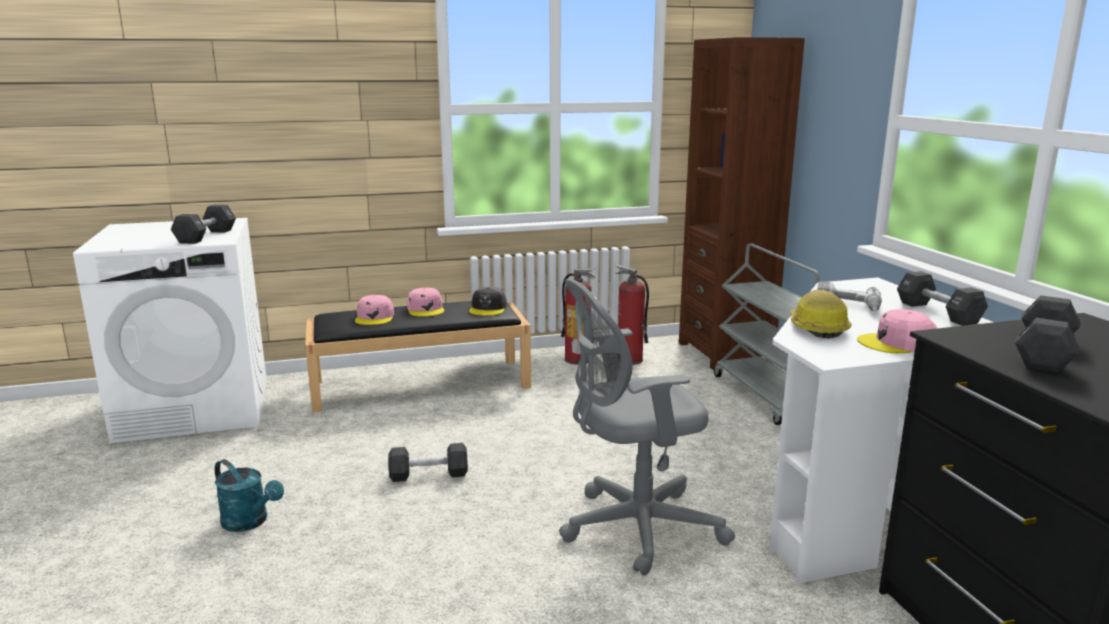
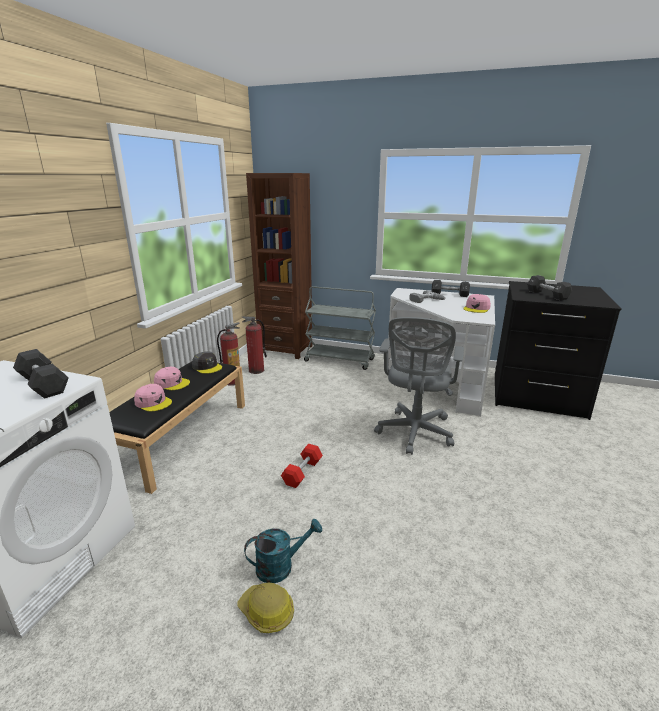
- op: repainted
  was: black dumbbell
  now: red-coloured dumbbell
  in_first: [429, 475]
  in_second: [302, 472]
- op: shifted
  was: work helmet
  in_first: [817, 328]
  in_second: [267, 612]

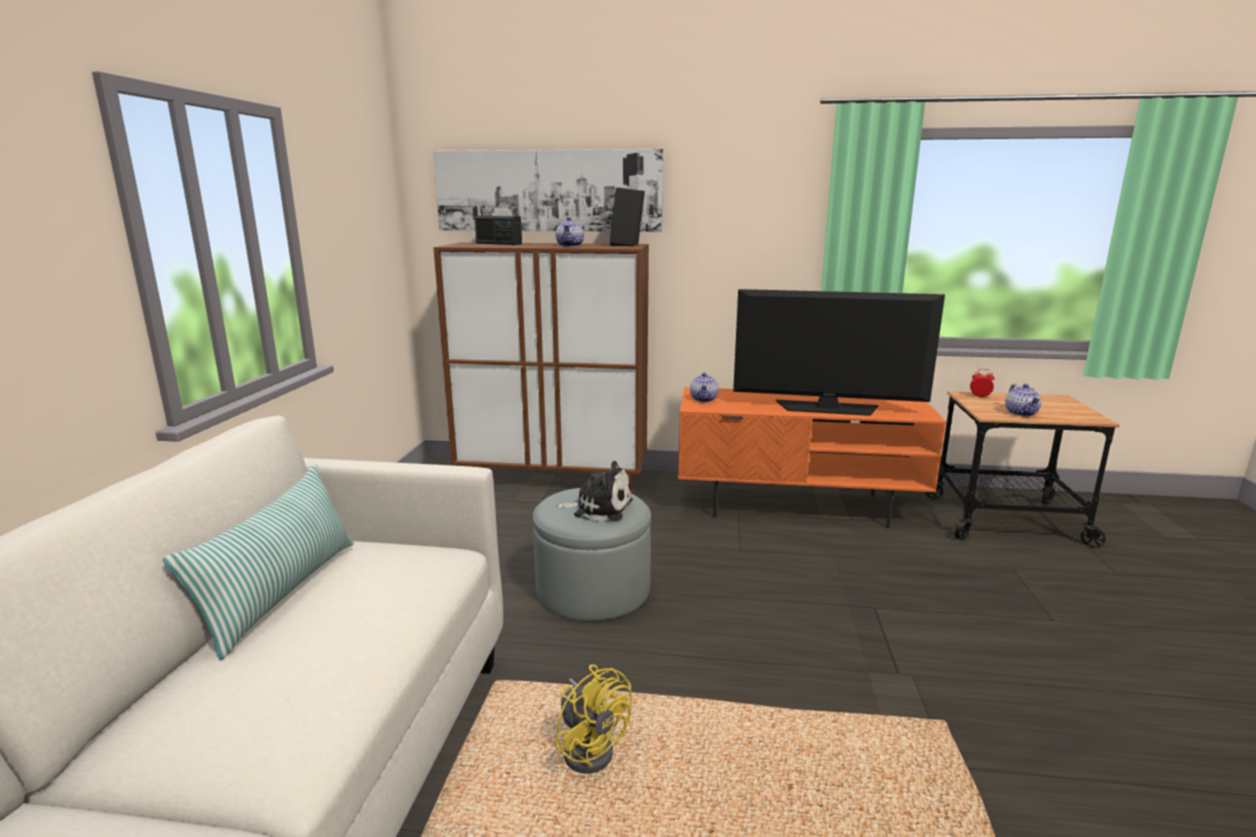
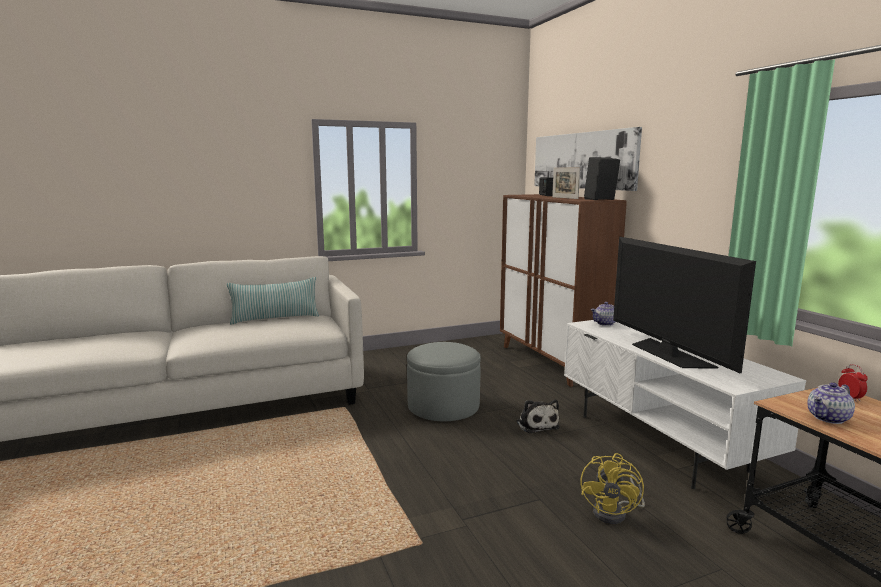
- op: shifted
  was: yellow-coloured fan
  in_first: [590, 747]
  in_second: [615, 513]
- op: swapped
  was: pot for tea
  now: standing frame
  in_first: [570, 246]
  in_second: [564, 198]
- op: shifted
  was: soft toy
  in_first: [599, 508]
  in_second: [536, 424]
- op: repainted
  was: orange-coloured media console
  now: white media console
  in_first: [797, 505]
  in_second: [660, 442]

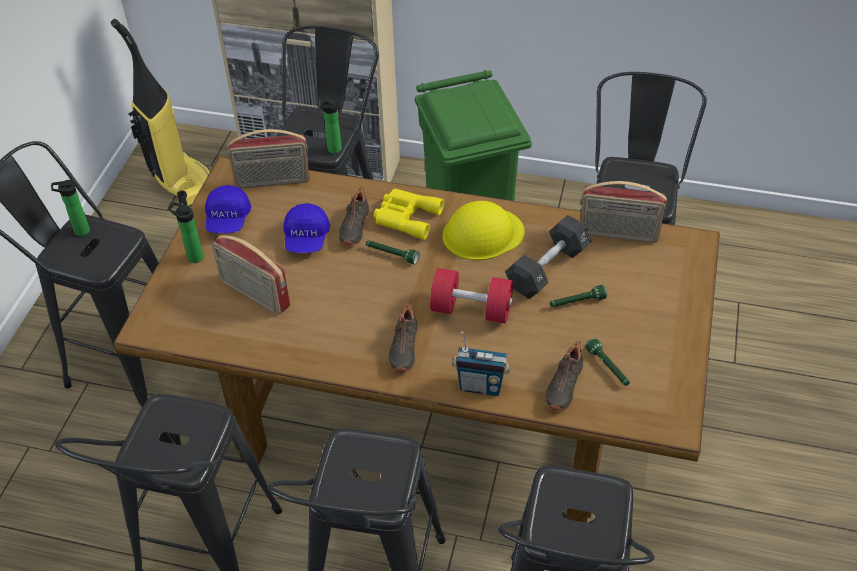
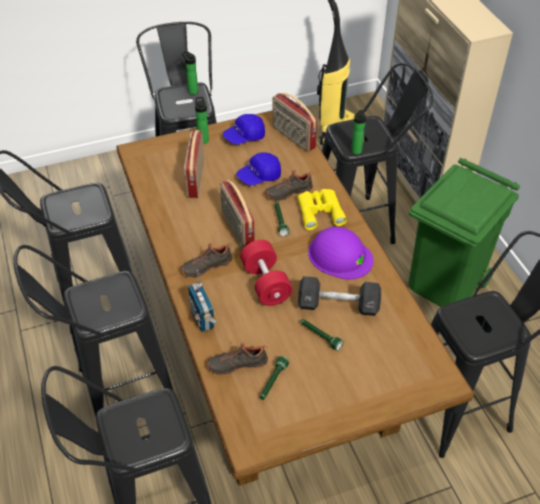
- op: repainted
  was: yellow-coloured work helmet
  now: purple-coloured work helmet
  in_first: [482, 234]
  in_second: [340, 255]
- op: shifted
  was: radio set
  in_first: [618, 234]
  in_second: [237, 230]

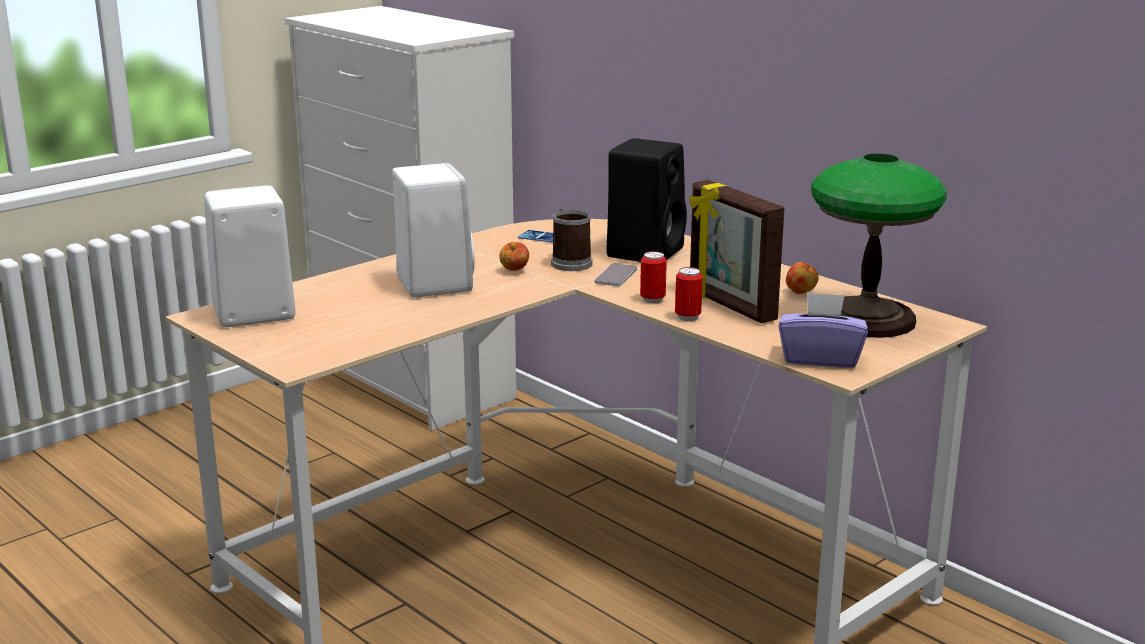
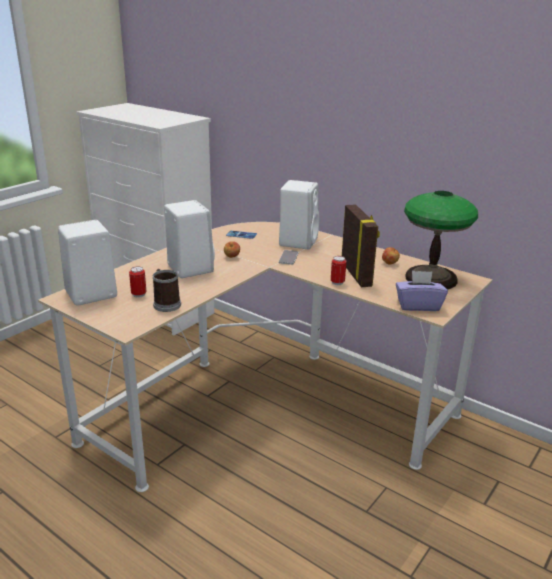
- op: shifted
  was: mug
  in_first: [569, 262]
  in_second: [166, 303]
- op: repainted
  was: black loudspeaker
  now: white loudspeaker
  in_first: [645, 251]
  in_second: [298, 241]
- op: shifted
  was: metal can
  in_first: [652, 299]
  in_second: [139, 294]
- op: rotated
  was: standing frame
  in_first: [730, 306]
  in_second: [357, 274]
  clockwise: -150

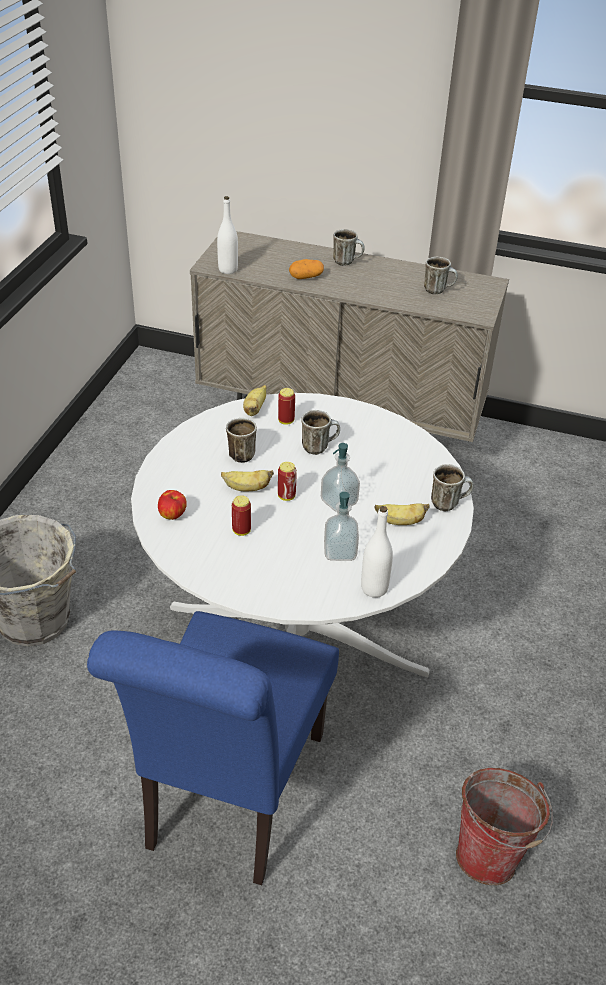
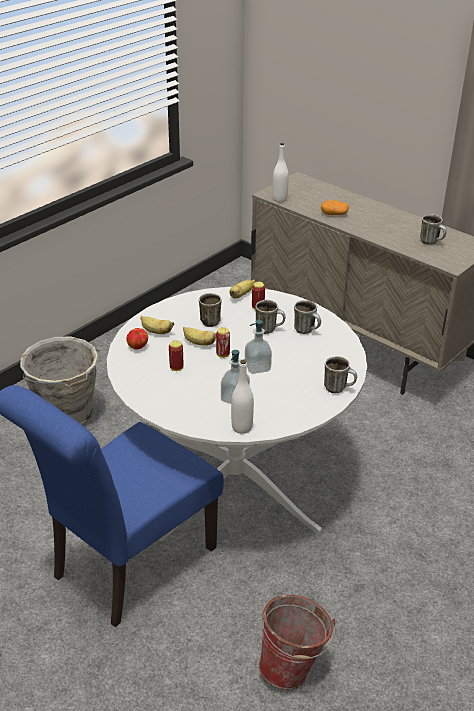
- op: shifted
  was: mug
  in_first: [347, 262]
  in_second: [307, 330]
- op: shifted
  was: banana fruit
  in_first: [399, 522]
  in_second: [156, 332]

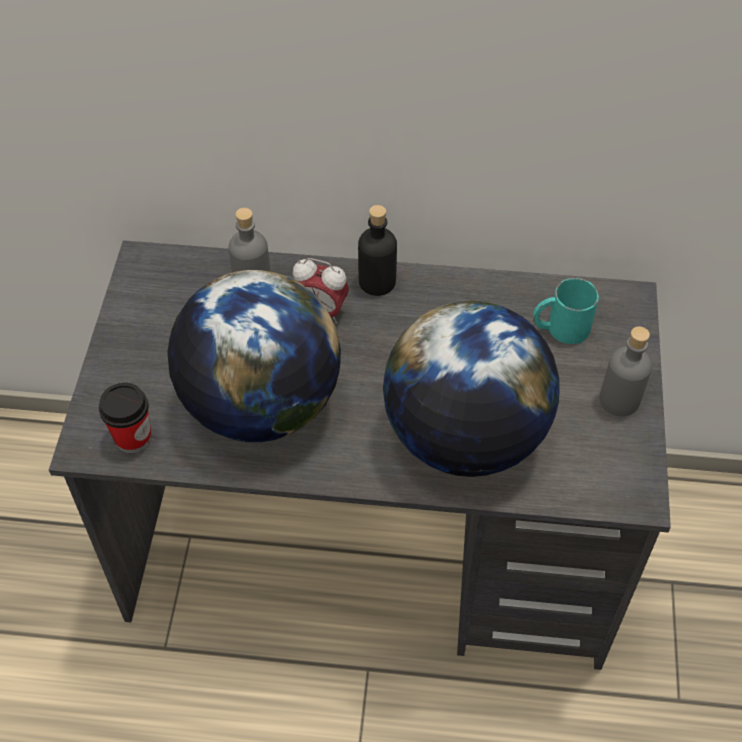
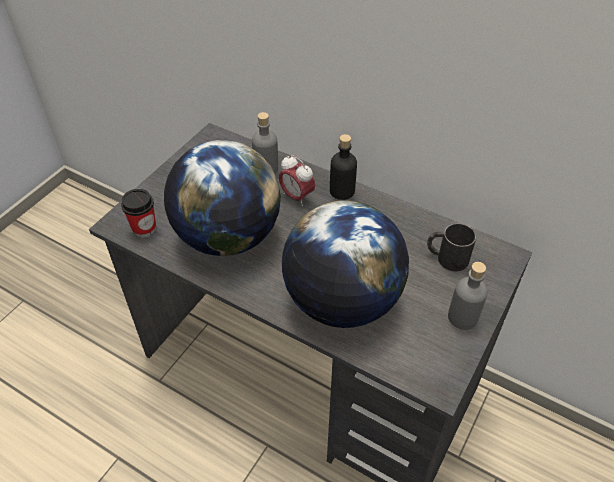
- op: repainted
  was: turquoise mug
  now: black mug
  in_first: [560, 328]
  in_second: [446, 257]

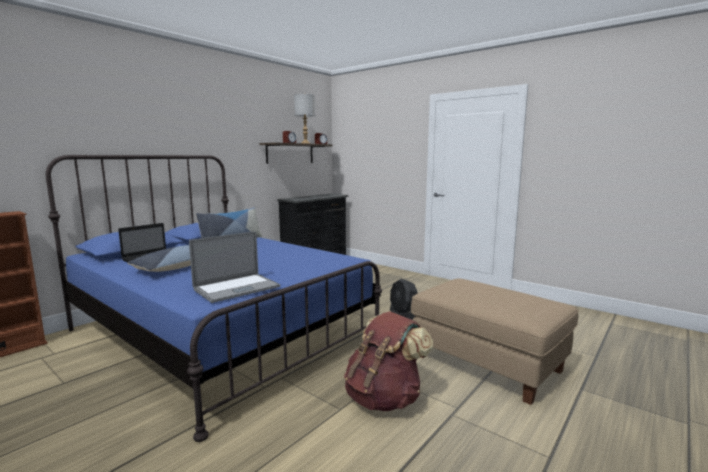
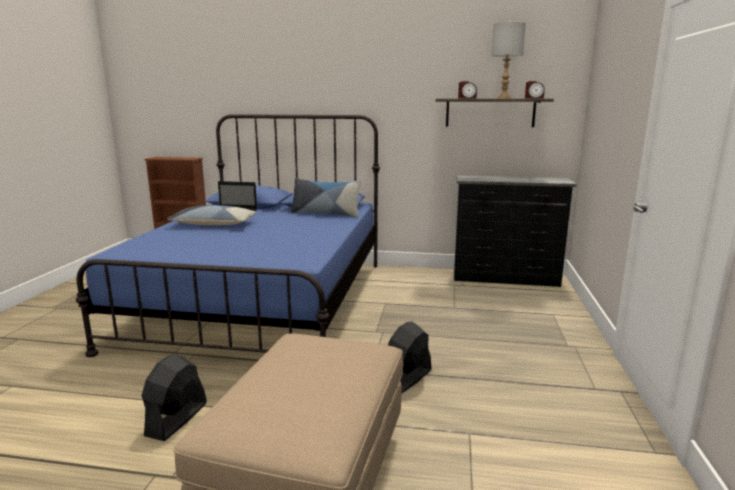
- op: gone
  was: laptop
  in_first: [236, 288]
- op: swapped
  was: brown backpack
  now: black fan
  in_first: [384, 398]
  in_second: [176, 419]

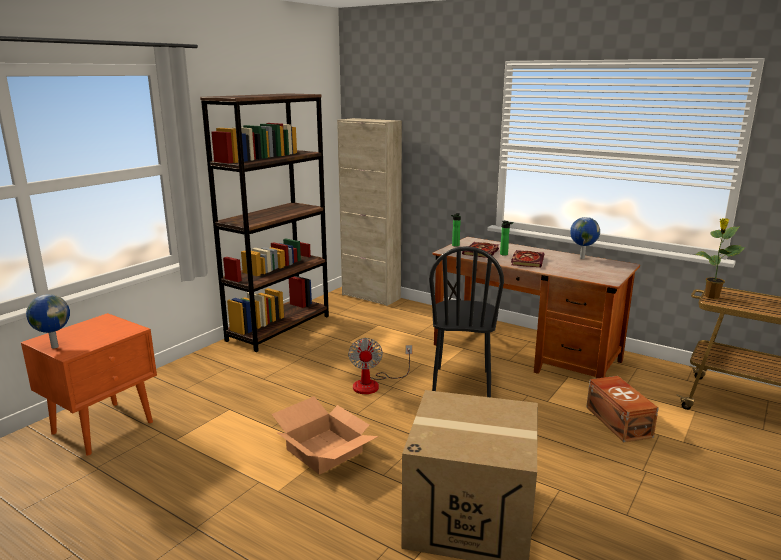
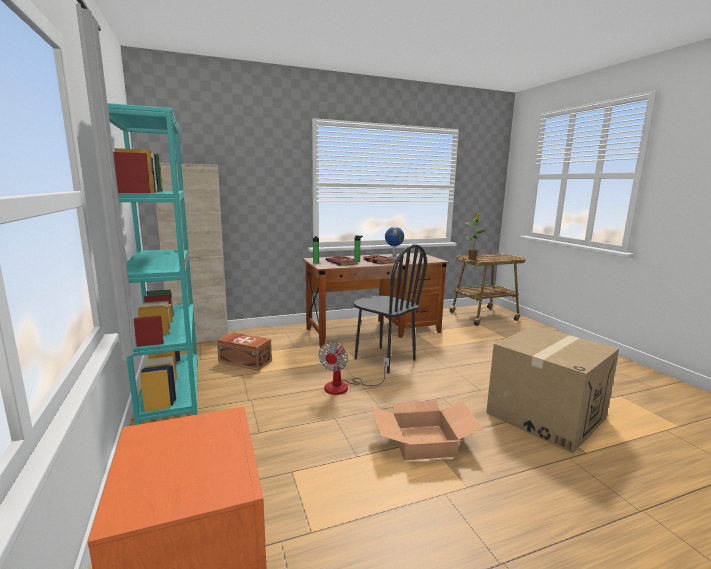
- op: gone
  was: desk globe
  in_first: [54, 347]
- op: repainted
  was: brown bookshelf
  now: turquoise bookshelf
  in_first: [279, 328]
  in_second: [171, 391]
- op: rotated
  was: fan
  in_first: [373, 384]
  in_second: [345, 387]
  clockwise: 75
- op: shifted
  was: brown storage box
  in_first: [618, 421]
  in_second: [245, 361]

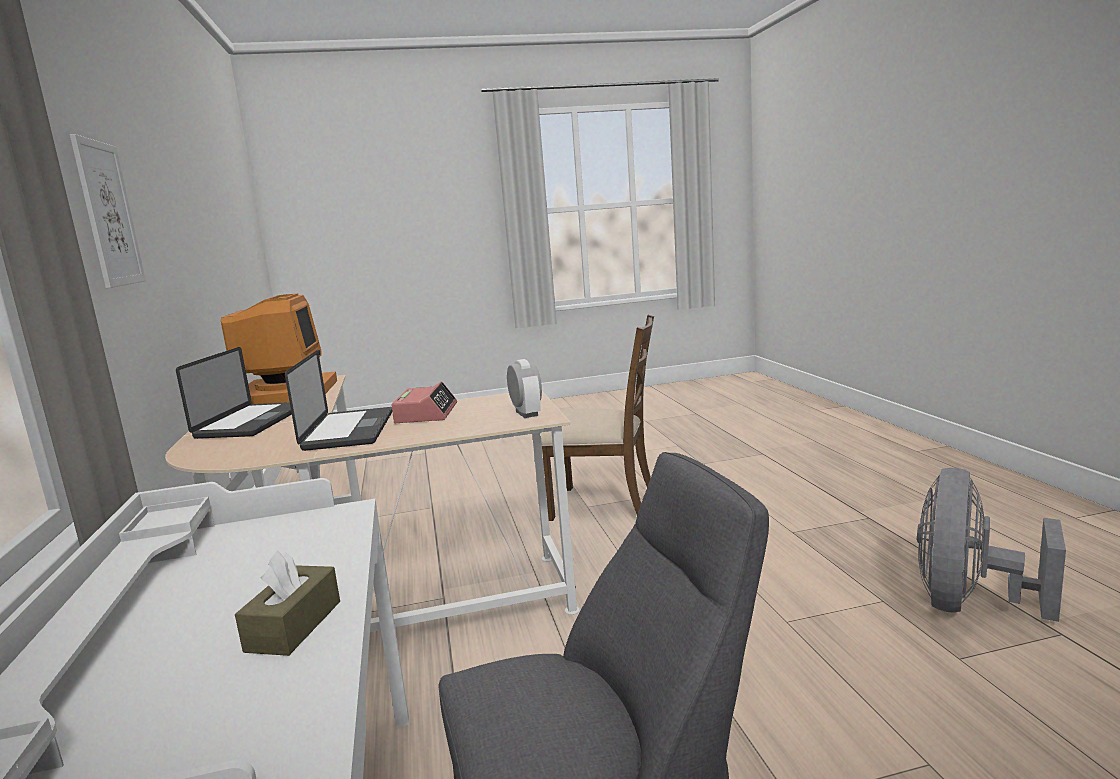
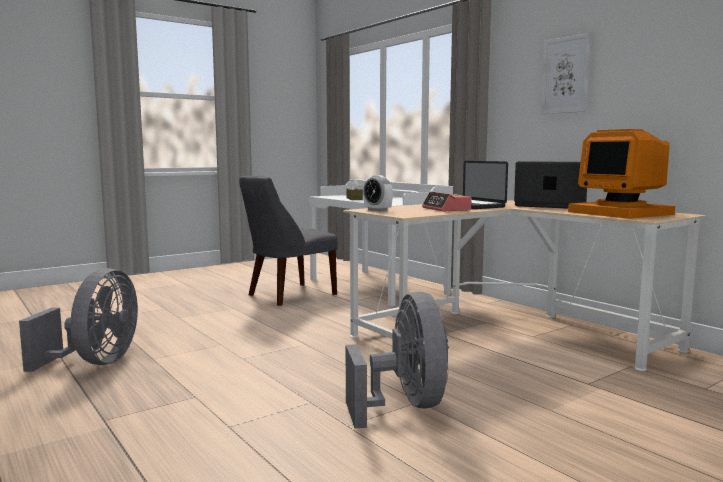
- op: rotated
  was: laptop
  in_first: [252, 422]
  in_second: [552, 206]
  clockwise: 135
- op: swapped
  was: brown chair
  now: grey fan
  in_first: [603, 504]
  in_second: [405, 406]

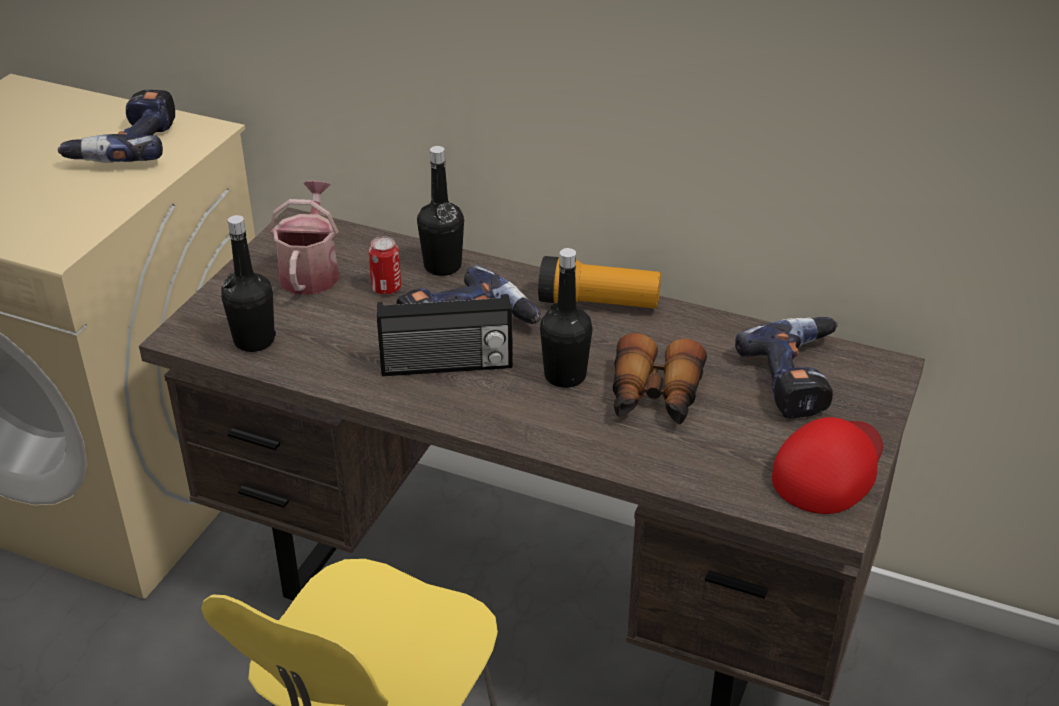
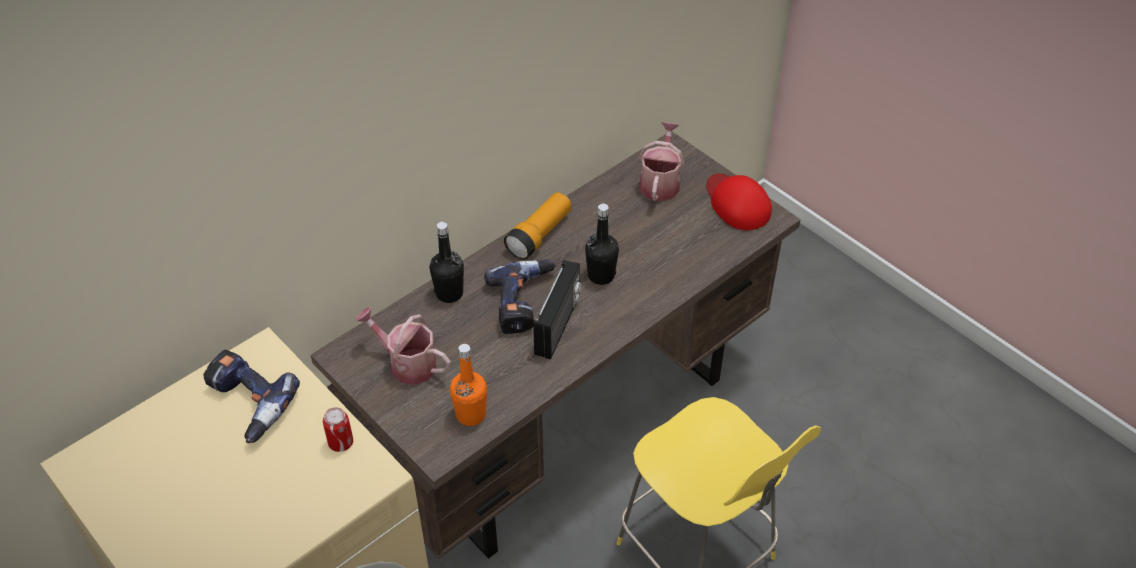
- op: repainted
  was: black drink bottle
  now: orange-coloured drink bottle
  in_first: [254, 341]
  in_second: [471, 414]
- op: shifted
  was: metal can
  in_first: [386, 288]
  in_second: [341, 443]
- op: gone
  was: field glasses
  in_first: [654, 398]
- op: swapped
  was: power drill
  now: sprinkling can
  in_first: [800, 378]
  in_second: [660, 182]

